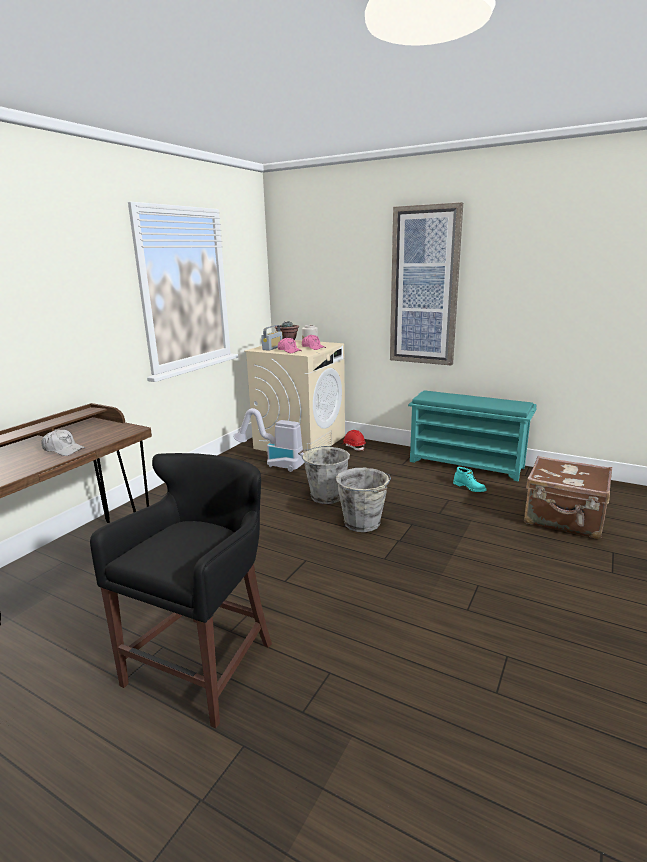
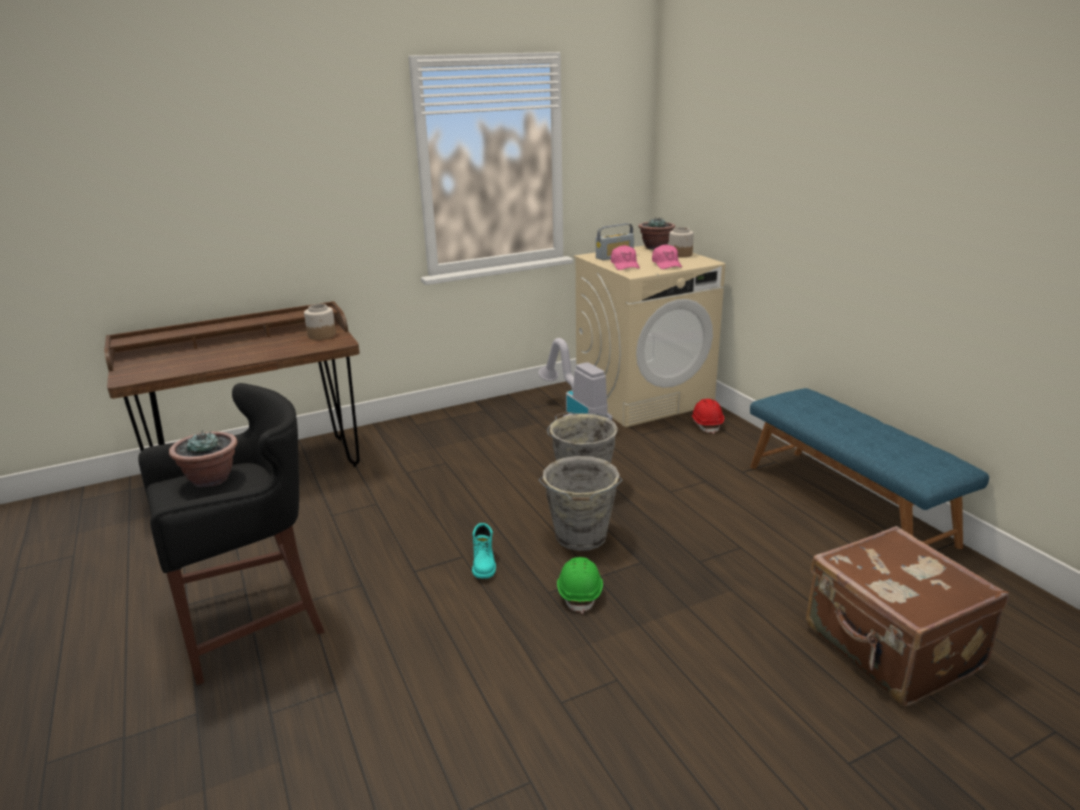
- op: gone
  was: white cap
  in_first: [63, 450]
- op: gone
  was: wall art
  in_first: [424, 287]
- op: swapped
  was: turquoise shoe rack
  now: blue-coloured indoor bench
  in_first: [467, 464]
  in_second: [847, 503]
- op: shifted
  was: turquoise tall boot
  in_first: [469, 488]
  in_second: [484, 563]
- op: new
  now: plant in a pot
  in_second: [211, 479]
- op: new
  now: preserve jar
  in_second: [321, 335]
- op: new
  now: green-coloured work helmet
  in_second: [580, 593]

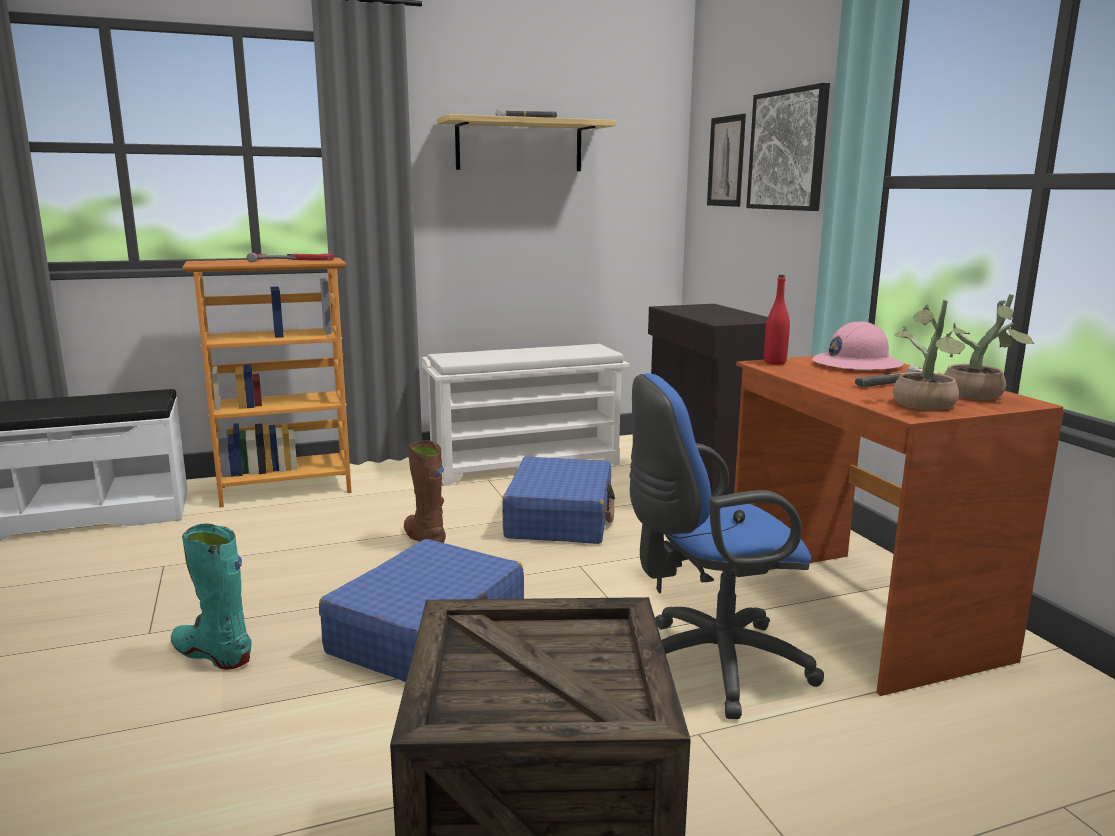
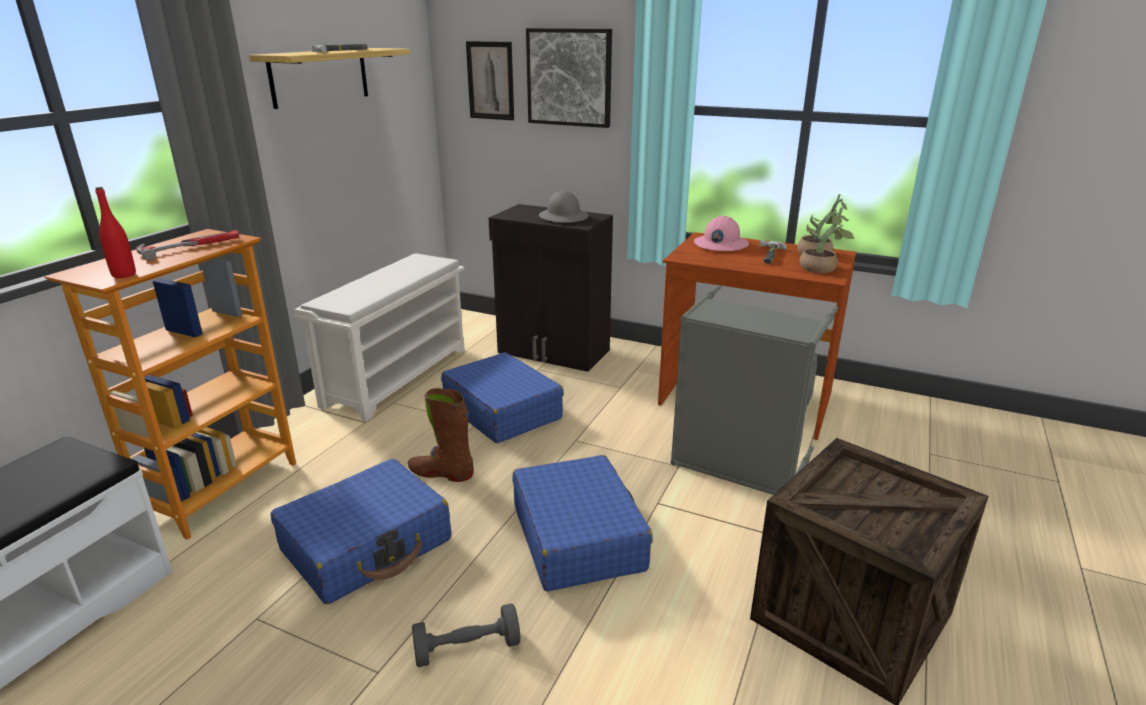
- op: swapped
  was: turquoise tall boot
  now: grey dumbbell
  in_first: [212, 654]
  in_second: [467, 649]
- op: swapped
  was: blue-coloured desk chair
  now: grey hamper
  in_first: [709, 665]
  in_second: [738, 465]
- op: shifted
  was: red-coloured drink bottle
  in_first: [775, 362]
  in_second: [124, 275]
- op: new
  now: blue-coloured piece of luggage
  in_second: [367, 545]
- op: new
  now: grey work helmet
  in_second: [563, 217]

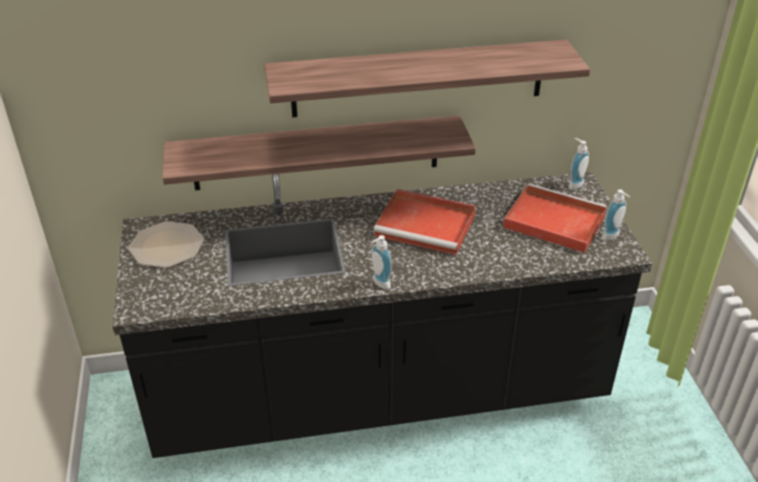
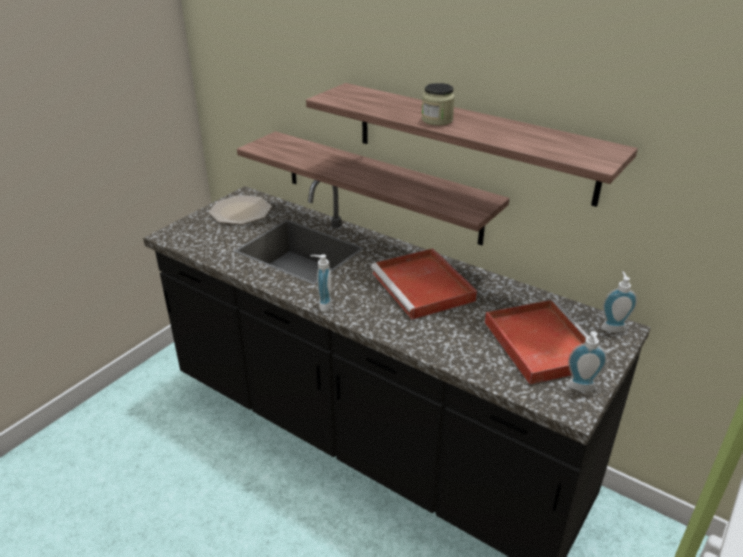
- op: new
  now: preserve jar
  in_second: [437, 120]

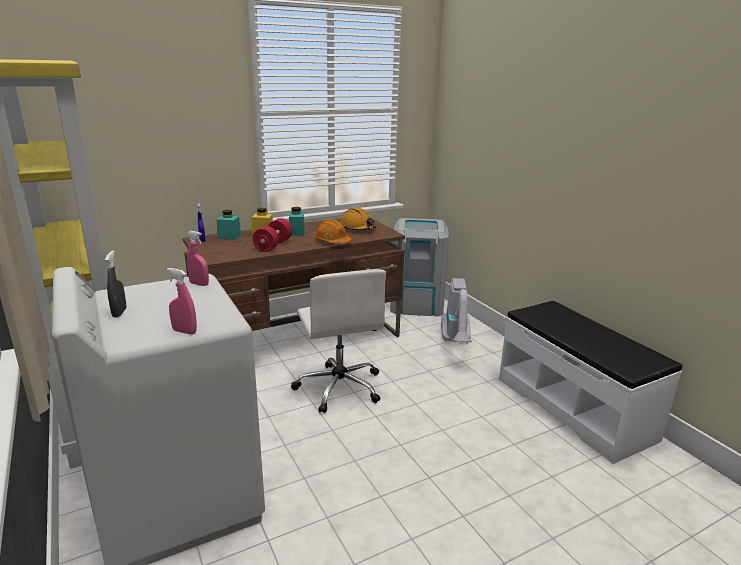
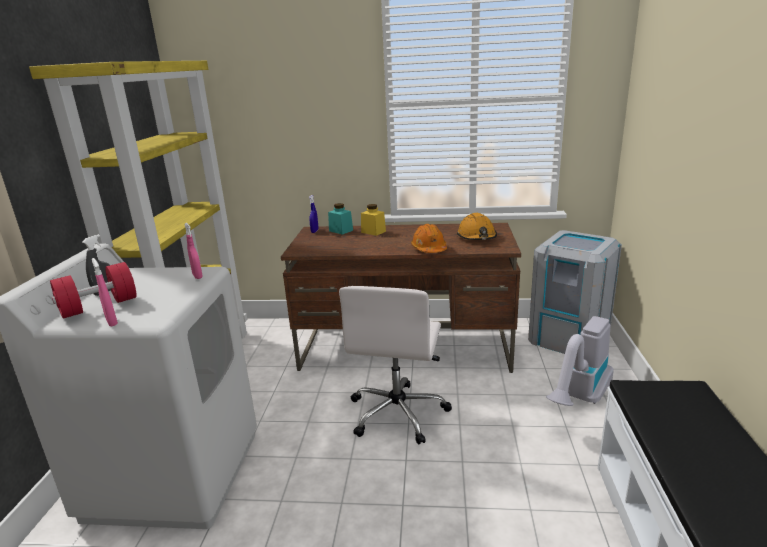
- op: shifted
  was: red-coloured dumbbell
  in_first: [273, 245]
  in_second: [99, 306]
- op: gone
  was: turquoise preserve jar
  in_first: [297, 233]

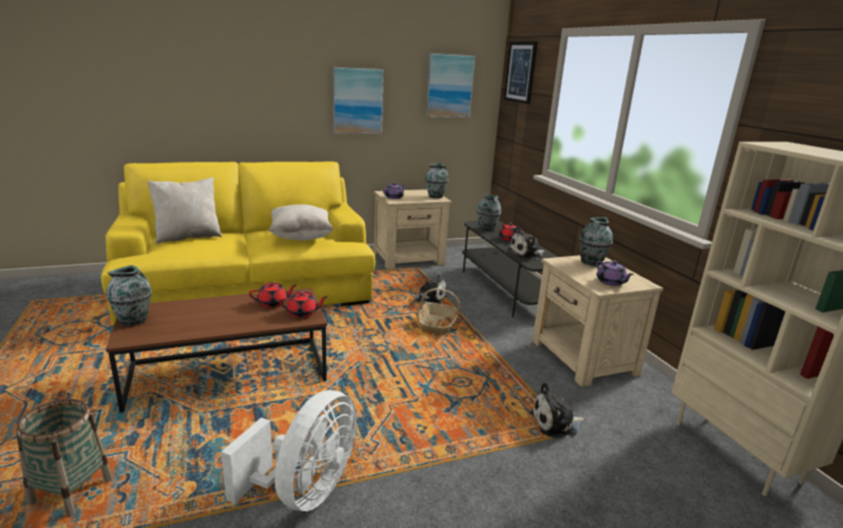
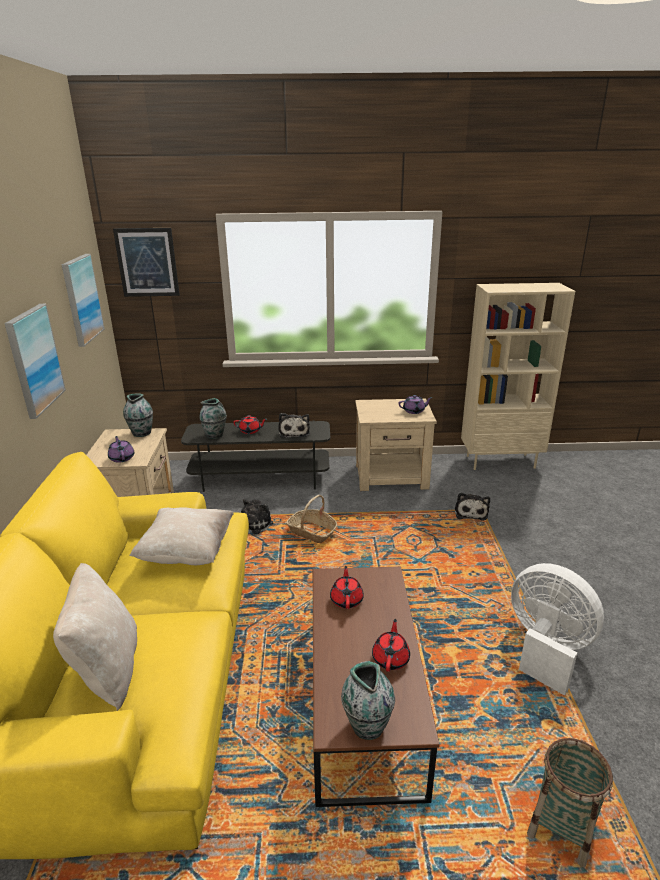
- op: shifted
  was: red-coloured pot for tea
  in_first: [303, 313]
  in_second: [391, 658]
- op: gone
  was: vase
  in_first: [591, 262]

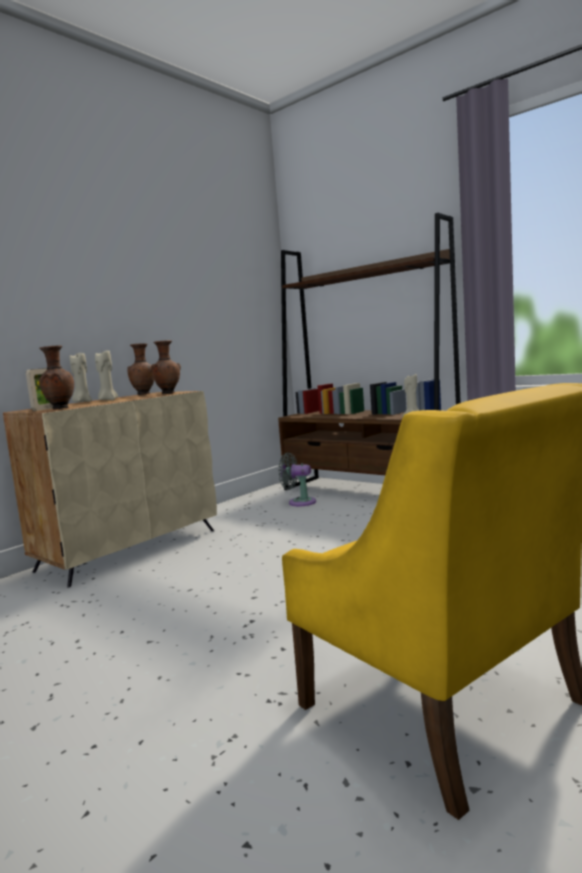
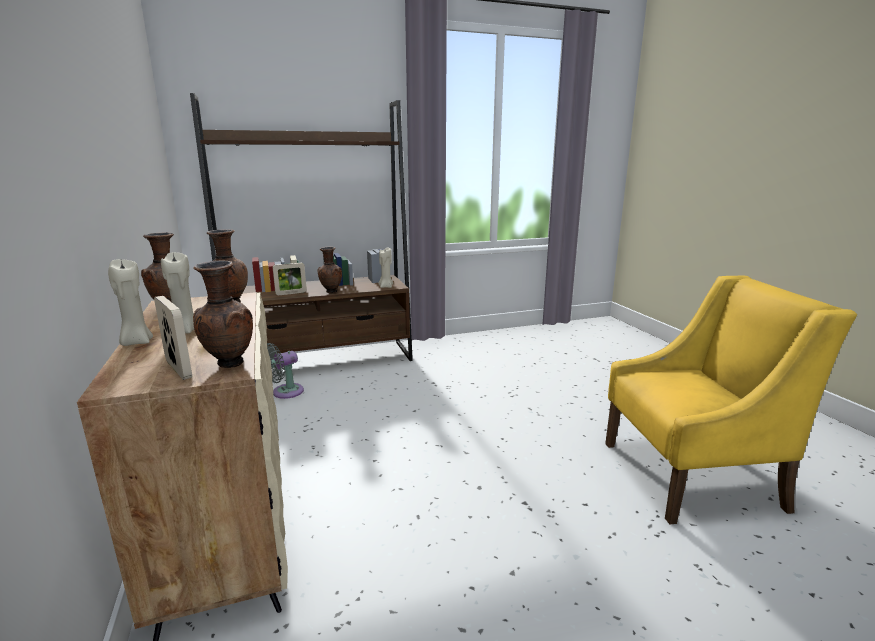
- op: new
  now: standing frame
  in_second: [291, 293]
- op: new
  now: brown vase
  in_second: [330, 292]

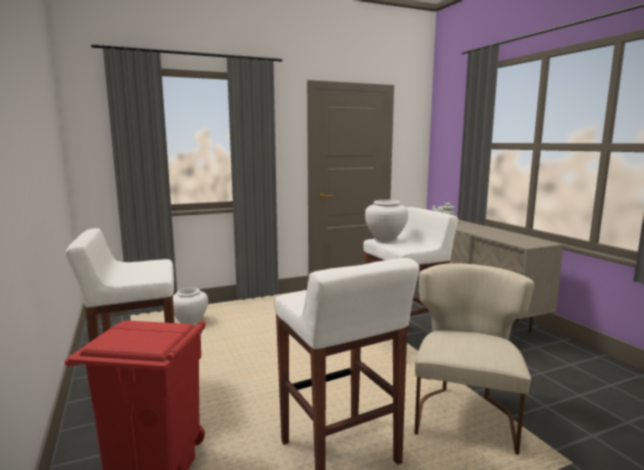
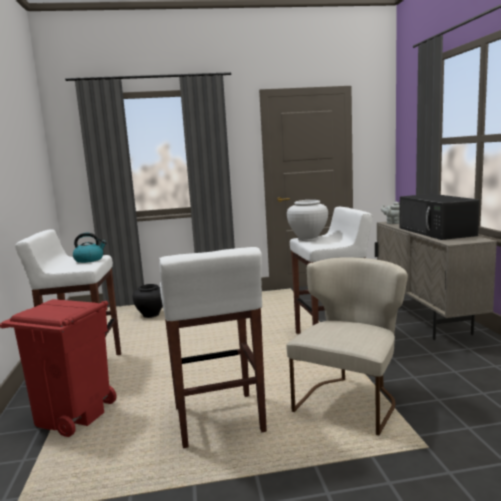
- op: repainted
  was: white vase
  now: black vase
  in_first: [190, 323]
  in_second: [151, 315]
- op: new
  now: kettle
  in_second: [89, 260]
- op: new
  now: black kitchen microwave
  in_second: [437, 232]

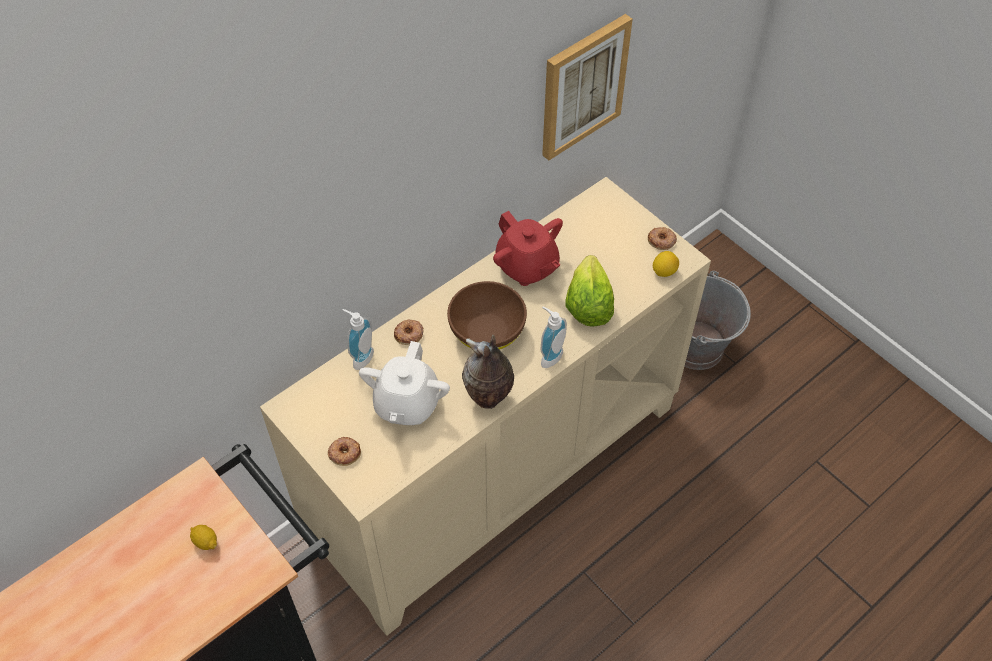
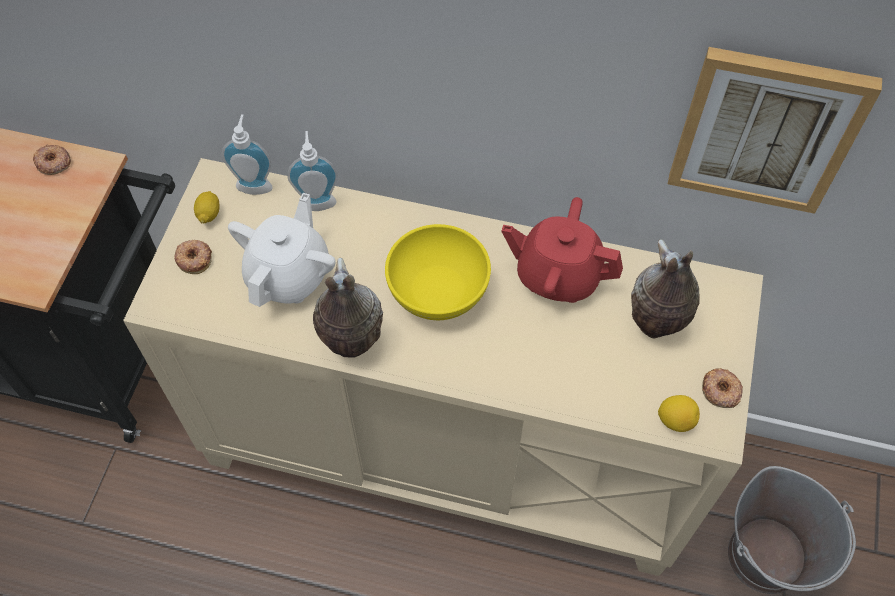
- op: shifted
  was: lemon
  in_first: [205, 541]
  in_second: [209, 213]
- op: rotated
  was: white pot for tea
  in_first: [406, 404]
  in_second: [289, 275]
  clockwise: 135
- op: shifted
  was: doughnut
  in_first: [409, 334]
  in_second: [53, 162]
- op: repainted
  was: brown serving bowl
  now: yellow-coloured serving bowl
  in_first: [486, 331]
  in_second: [438, 290]
- op: rotated
  was: red-coloured pot for tea
  in_first: [527, 267]
  in_second: [557, 275]
  clockwise: 90
- op: shifted
  was: soap dispenser
  in_first: [549, 356]
  in_second: [255, 184]
- op: gone
  was: lettuce
  in_first: [588, 304]
- op: new
  now: vase
  in_second: [654, 325]

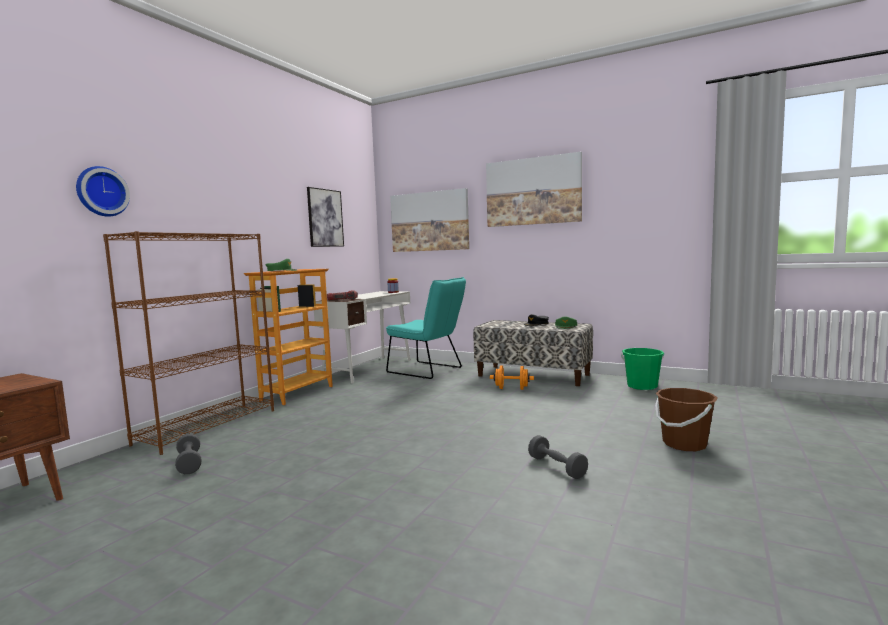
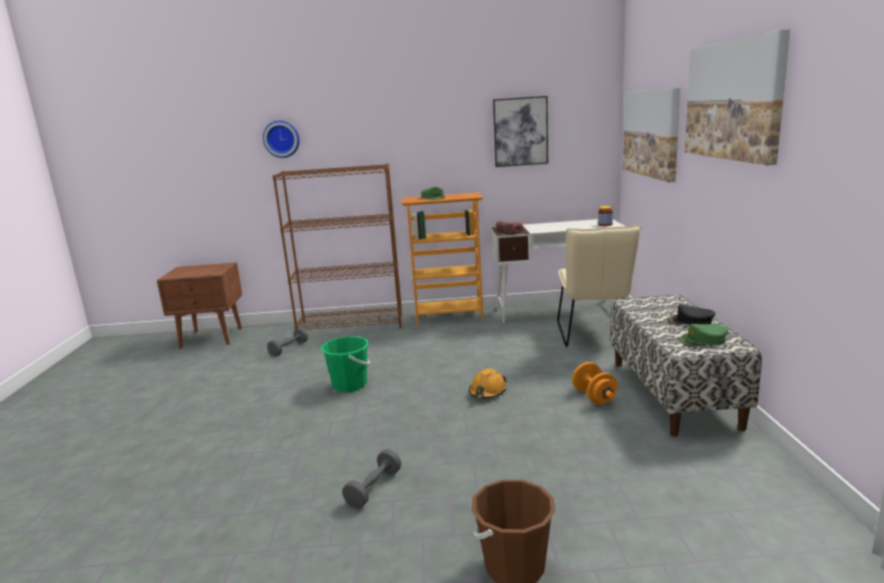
- op: repainted
  was: turquoise chair
  now: beige-coloured chair
  in_first: [428, 371]
  in_second: [594, 335]
- op: shifted
  was: green-coloured pail
  in_first: [642, 386]
  in_second: [349, 385]
- op: new
  now: orange-coloured work helmet
  in_second: [487, 392]

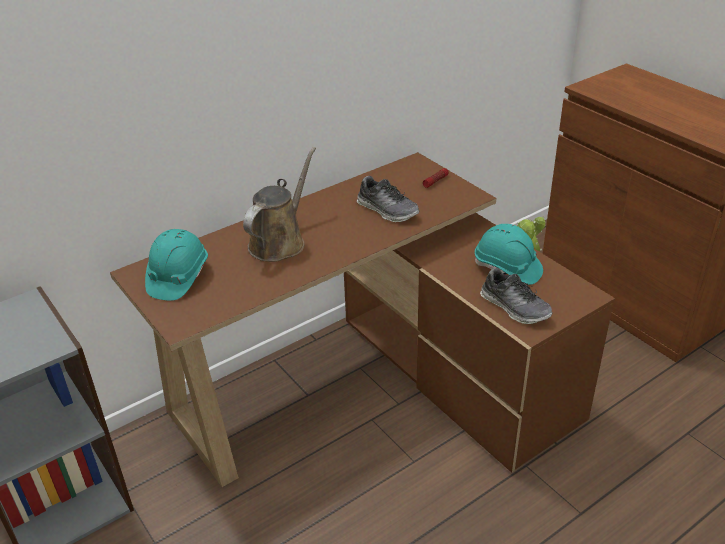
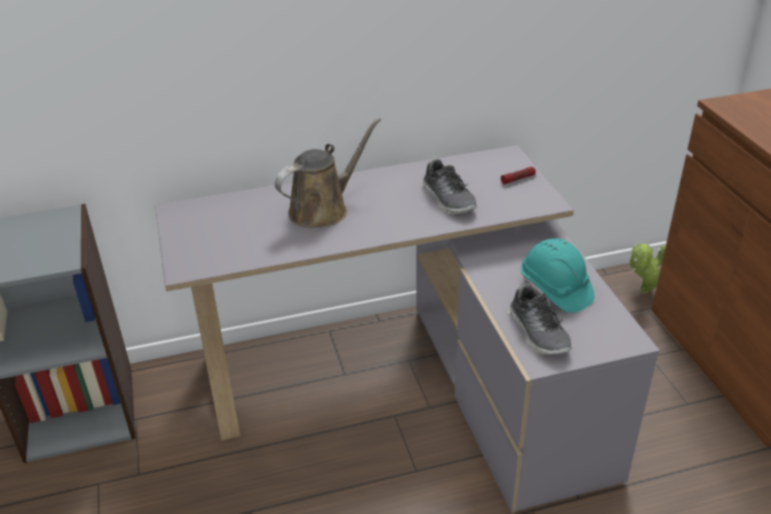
- op: repainted
  was: brown desk table
  now: grey desk table
  in_first: [373, 385]
  in_second: [413, 381]
- op: gone
  was: turquoise work helmet
  in_first: [178, 277]

